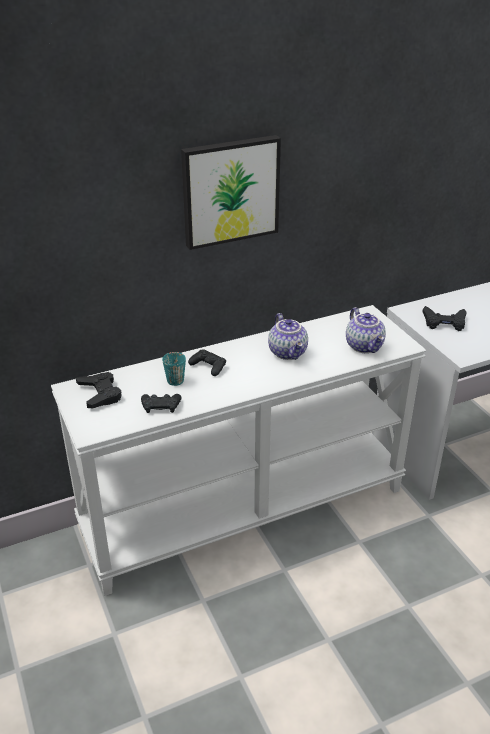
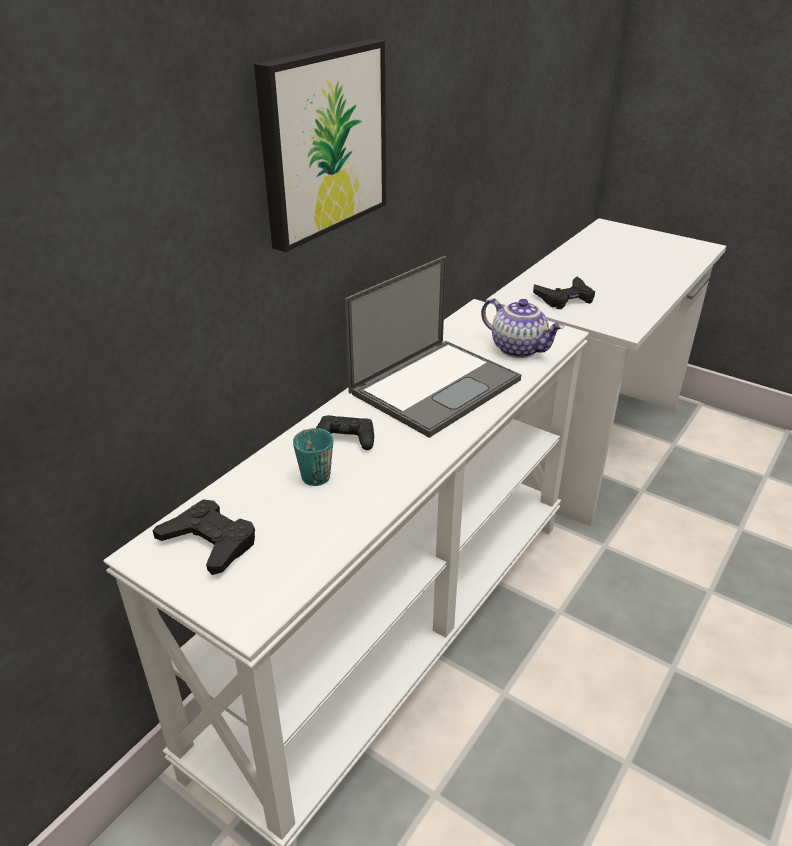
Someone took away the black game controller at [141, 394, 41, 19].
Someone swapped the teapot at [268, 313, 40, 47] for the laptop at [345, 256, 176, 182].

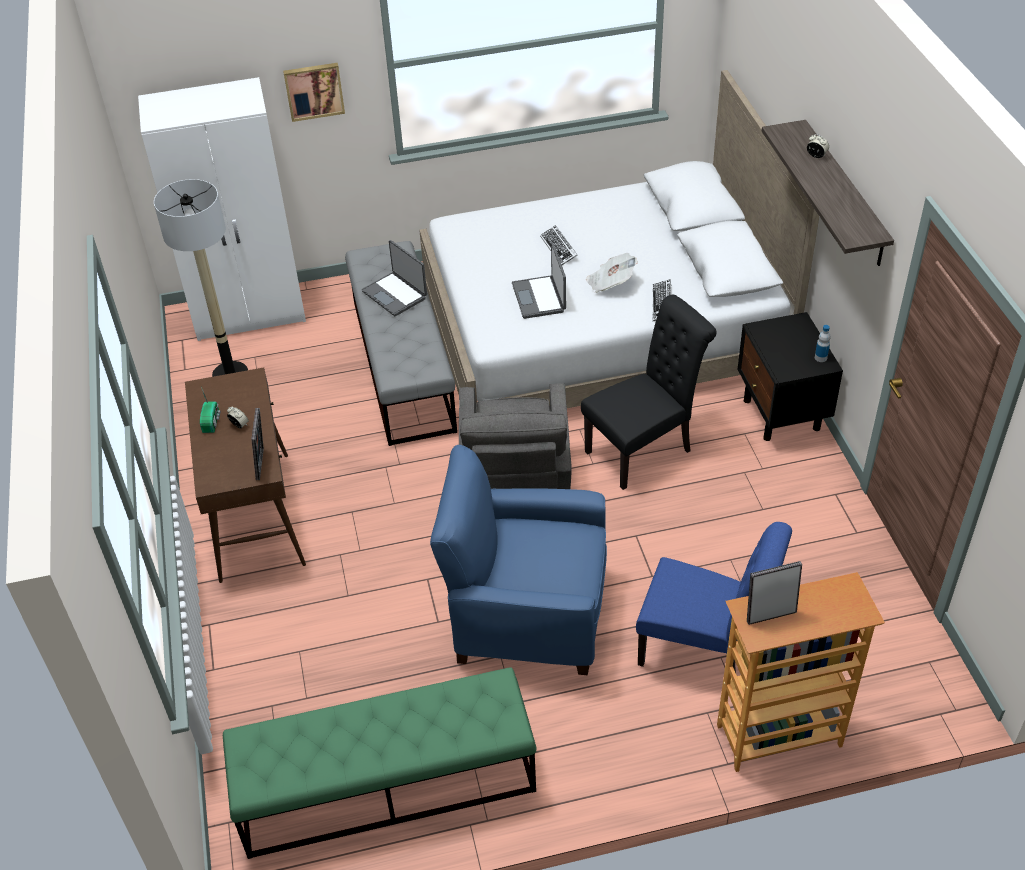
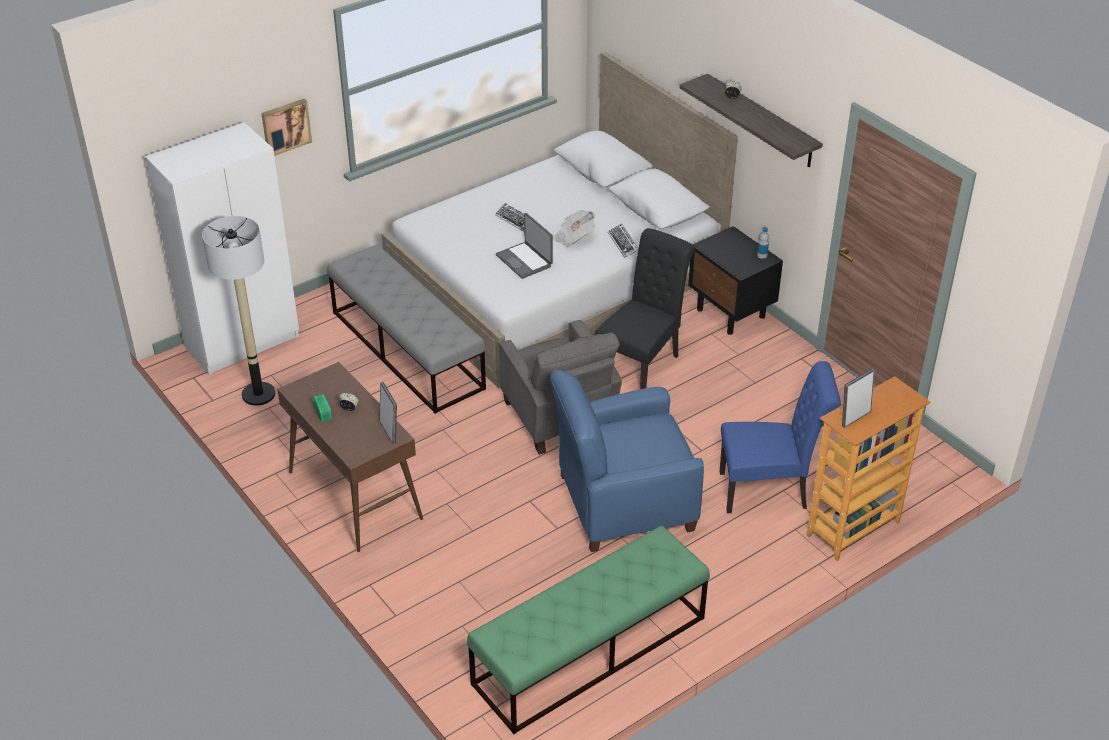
Someone took away the laptop at [362, 240, 65, 76].

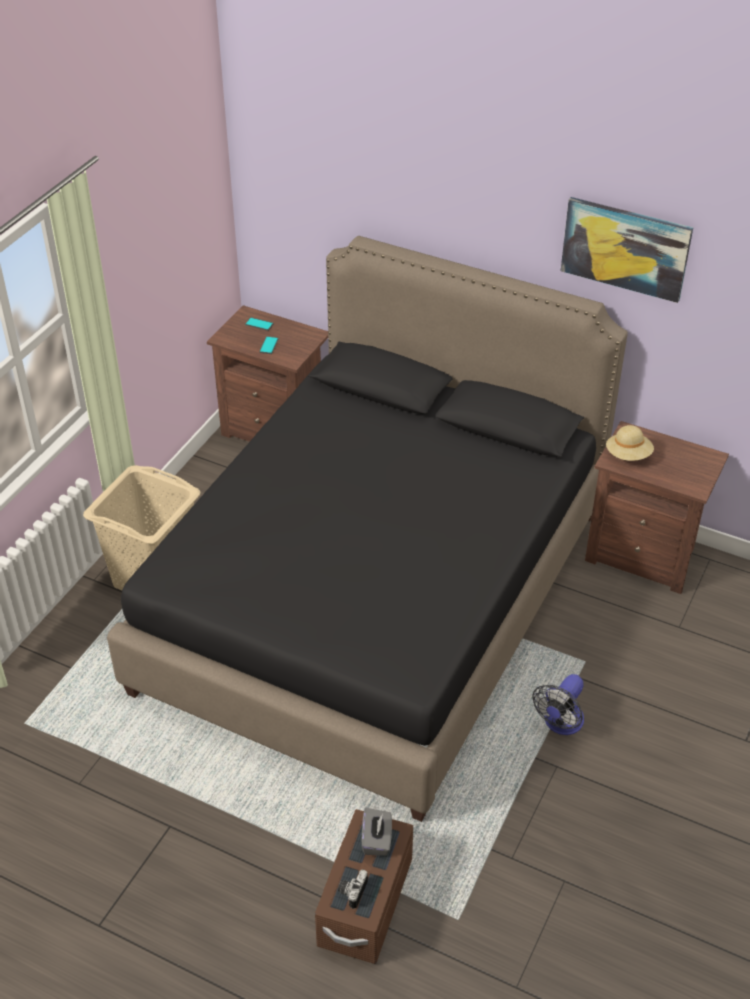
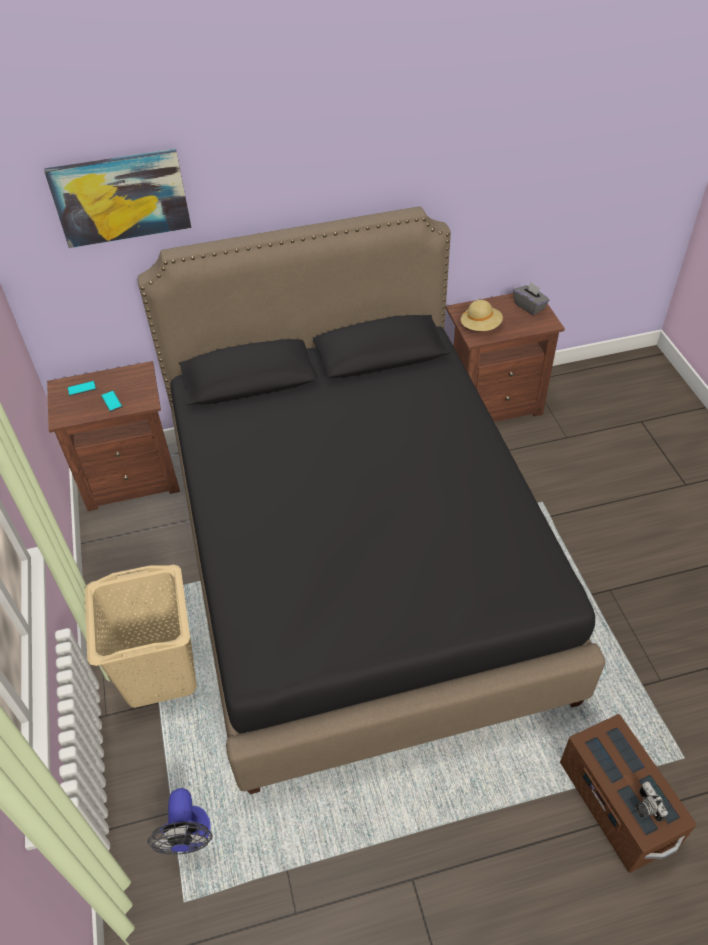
Someone carried the grey tissue box from [362, 808, 30, 48] to [513, 282, 36, 33].
Someone carried the fan from [532, 674, 52, 61] to [147, 788, 66, 67].
Someone carried the picture from [561, 197, 132, 106] to [44, 149, 147, 99].

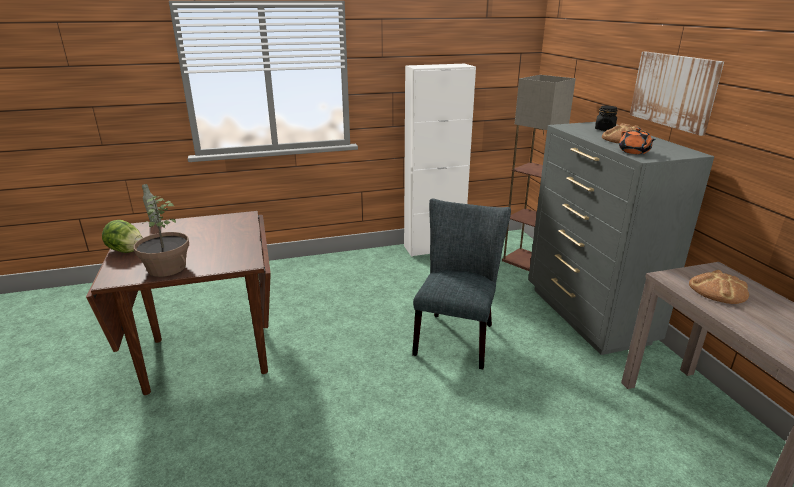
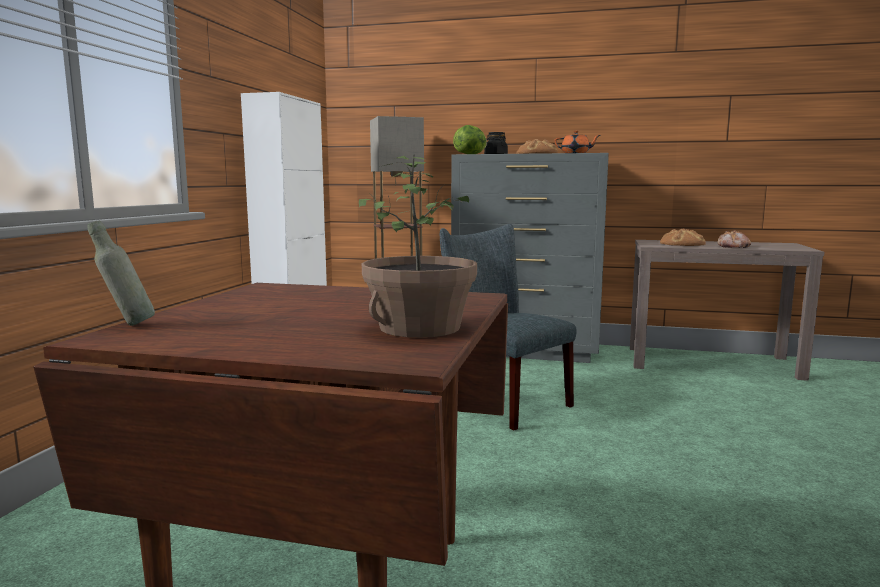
Someone carried the lettuce from [102, 220, 41, 33] to [453, 125, 34, 29].
Someone took away the picture at [630, 52, 94, 84].
Someone put down the bread at [718, 230, 33, 18].

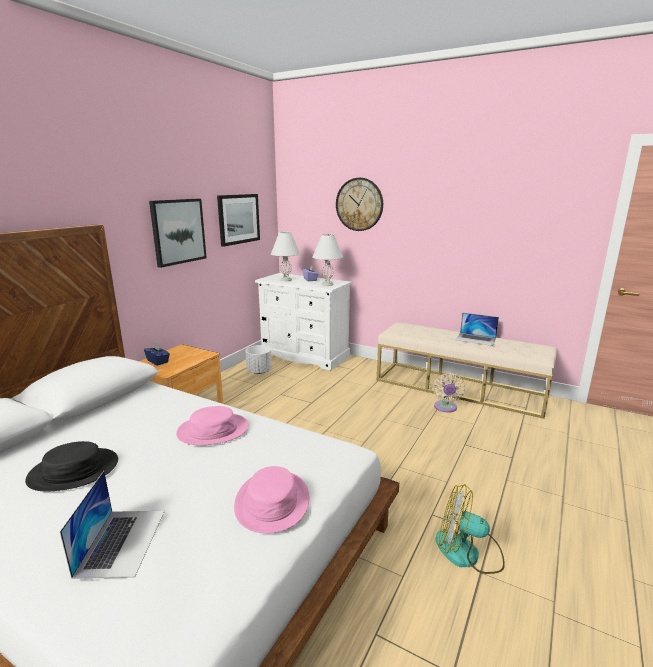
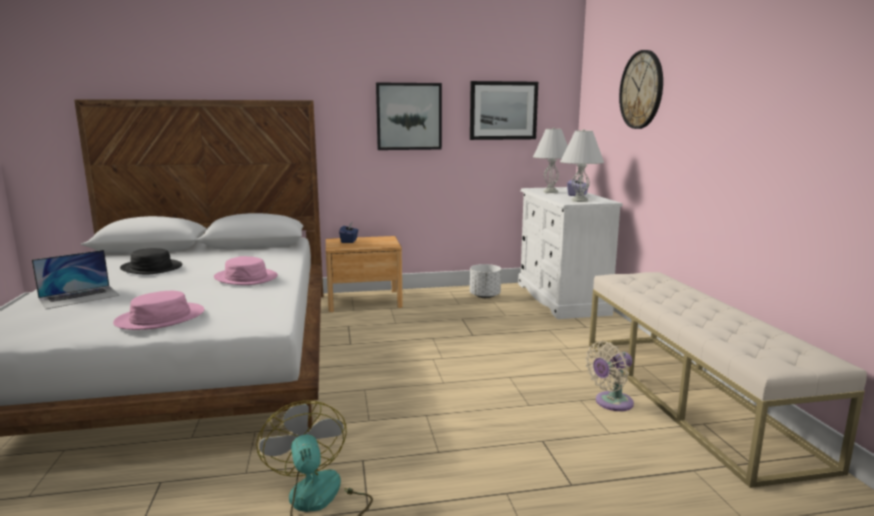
Someone took away the laptop at [455, 312, 44, 34].

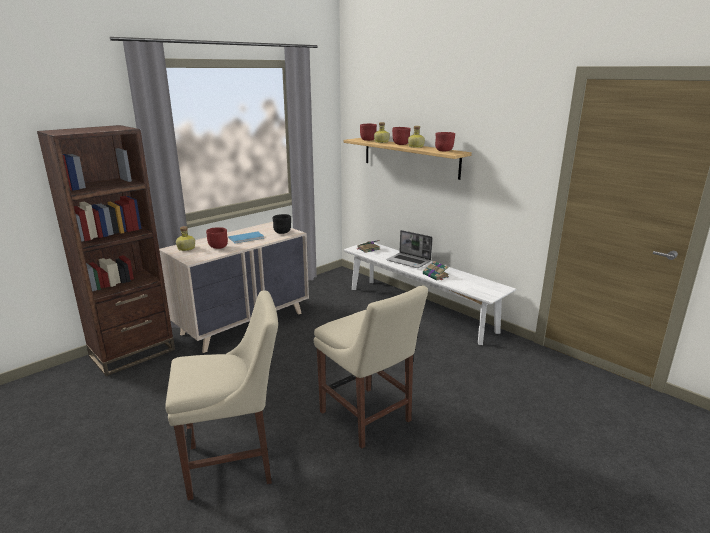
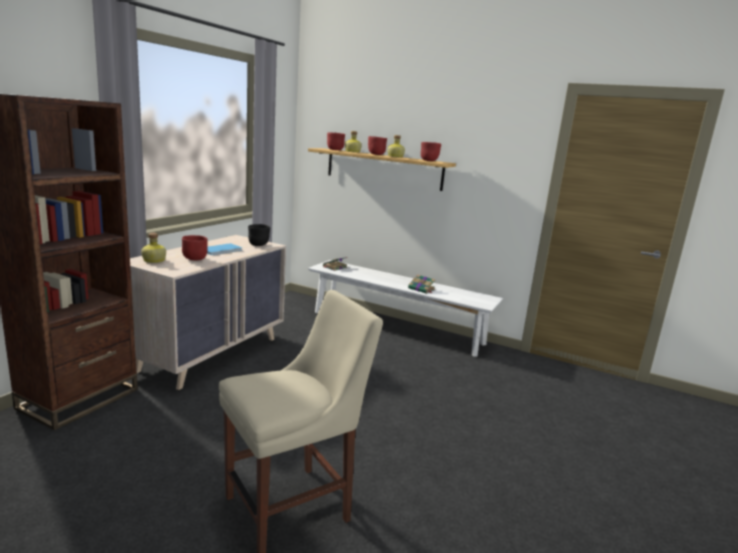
Someone took away the beige chair at [314, 285, 114, 164].
Someone took away the laptop at [386, 230, 47, 38].

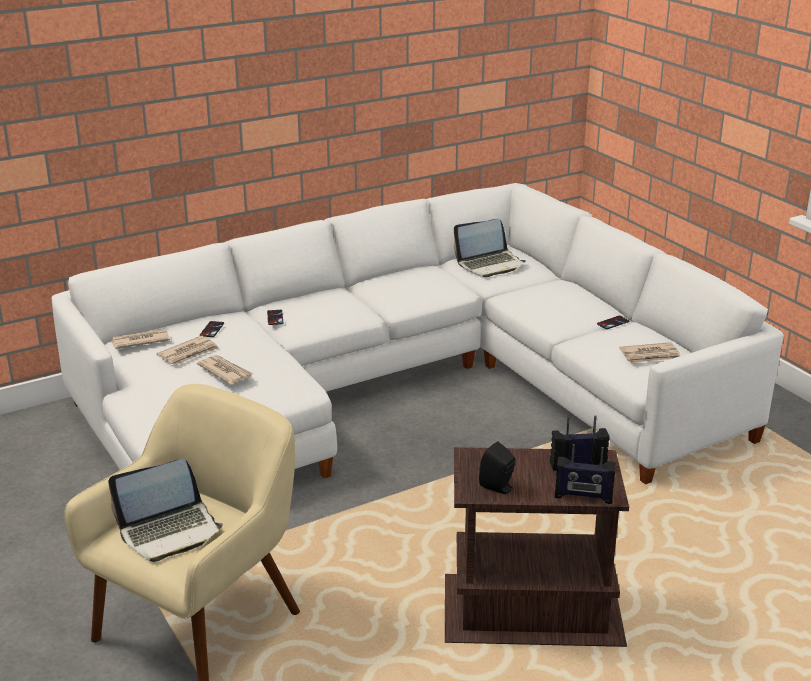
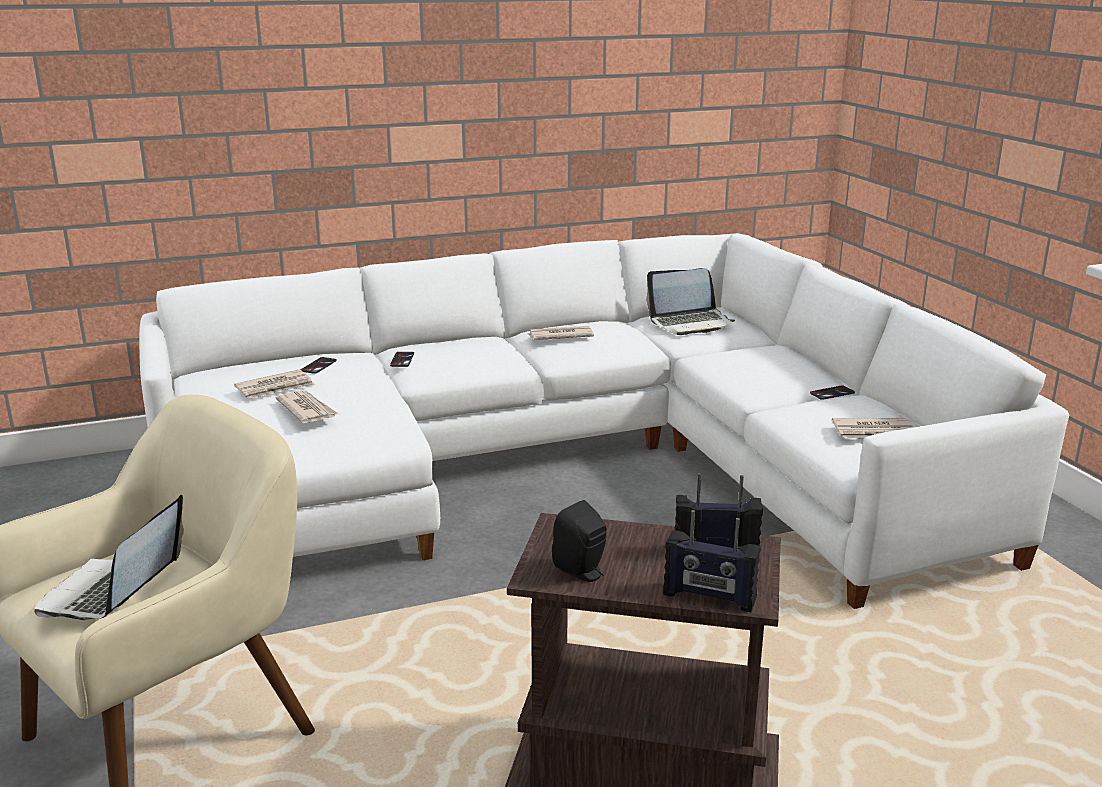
Someone rotated the laptop at [108, 459, 115, 103] by 120 degrees clockwise.
Someone carried the newspaper from [111, 329, 59, 20] to [528, 326, 66, 14].

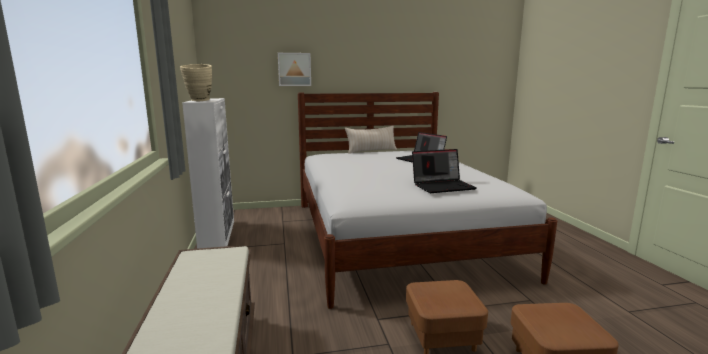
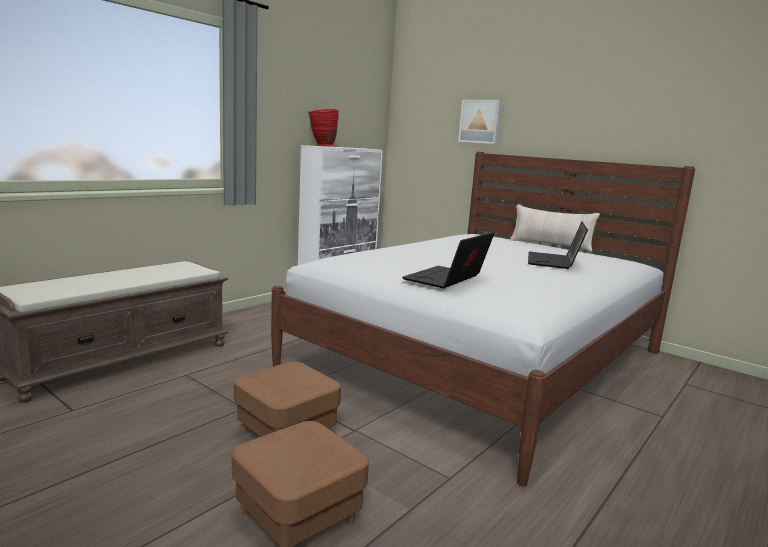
Someone repainted the beige vase at [180, 64, 32, 37], which became the red vase at [308, 109, 30, 37].
Someone rotated the laptop at [412, 149, 65, 44] by 90 degrees clockwise.

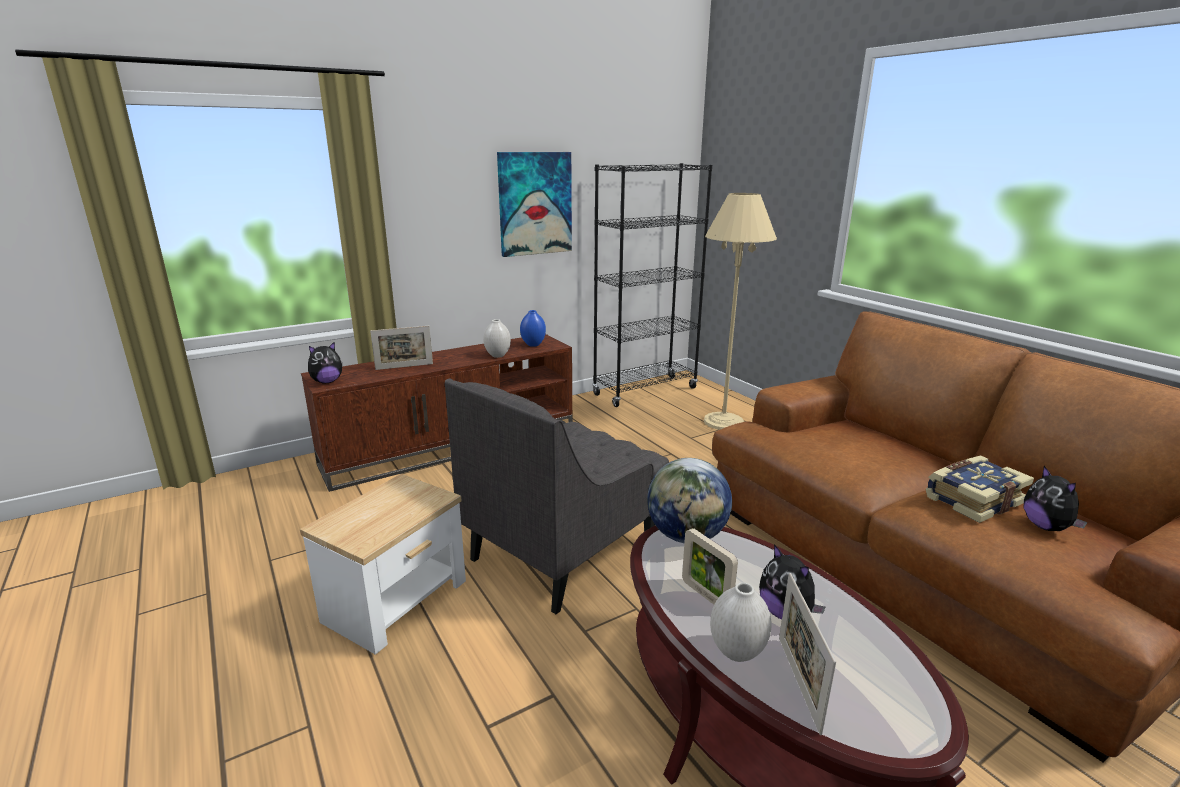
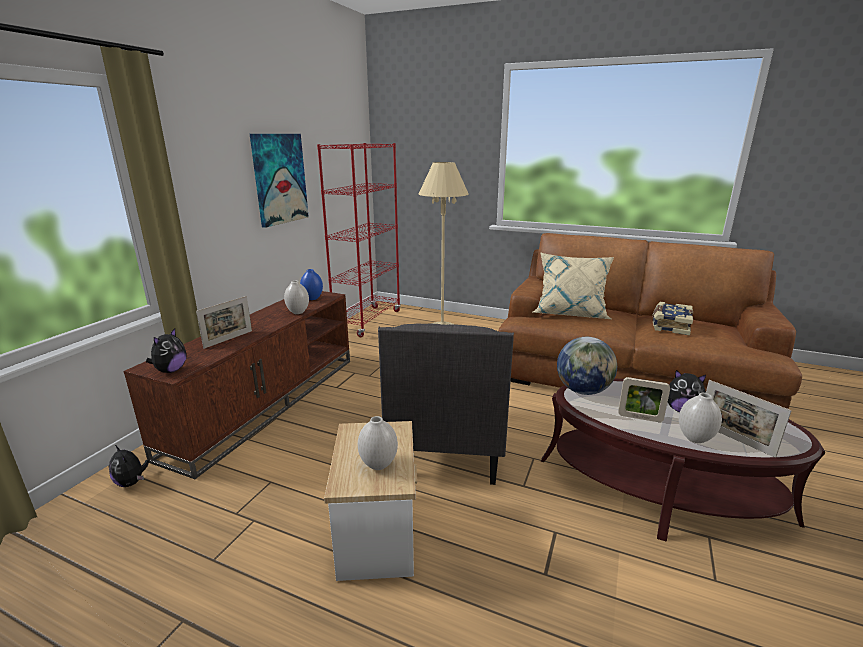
Someone repainted the black bookcase at [592, 163, 120, 244], which became the red bookcase at [317, 143, 84, 194].
Someone carried the plush toy from [1024, 466, 64, 65] to [109, 445, 40, 42].
Someone put down the white vase at [358, 416, 40, 54].
Someone put down the beige pillow at [533, 252, 81, 67].

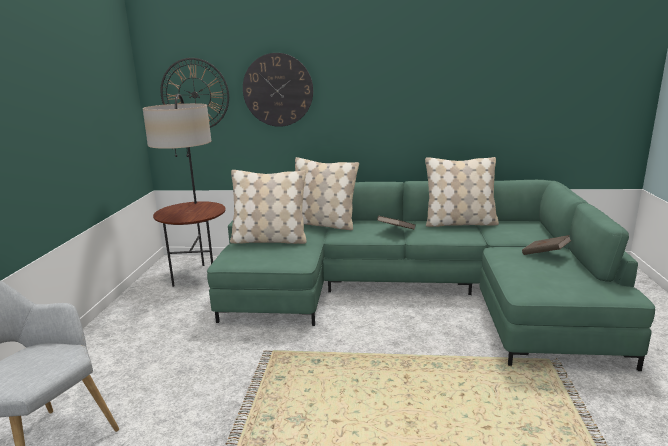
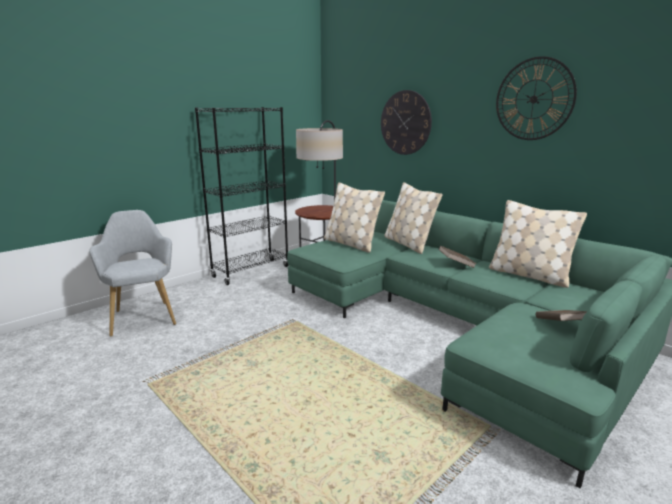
Someone carried the wall clock from [161, 58, 68, 70] to [496, 56, 81, 84].
Someone put down the black bookcase at [195, 107, 93, 178].

